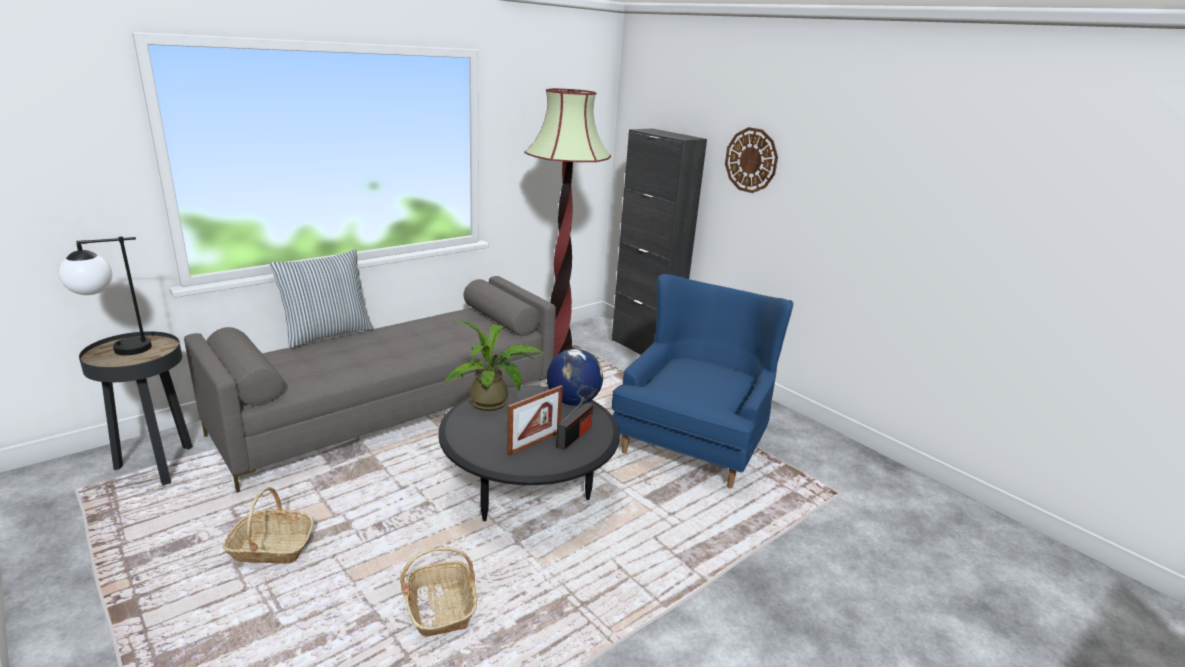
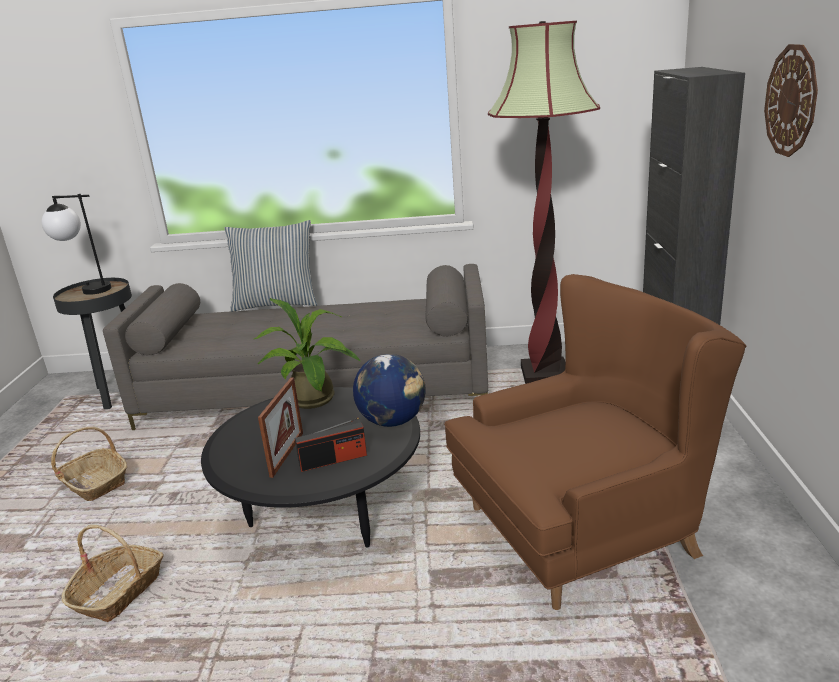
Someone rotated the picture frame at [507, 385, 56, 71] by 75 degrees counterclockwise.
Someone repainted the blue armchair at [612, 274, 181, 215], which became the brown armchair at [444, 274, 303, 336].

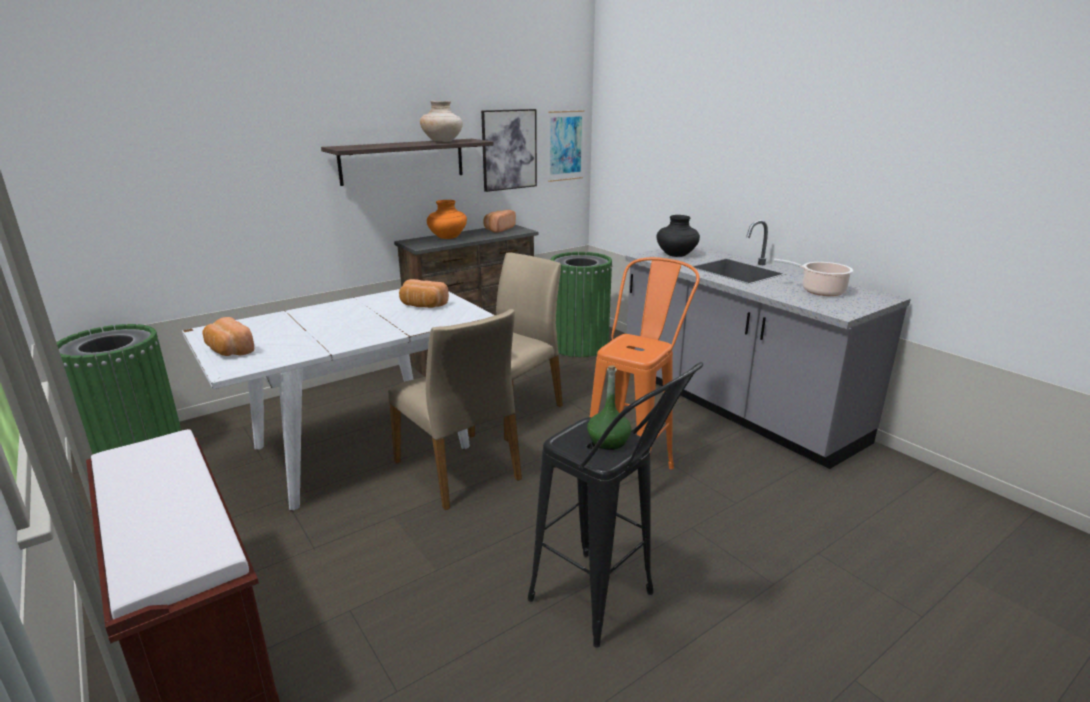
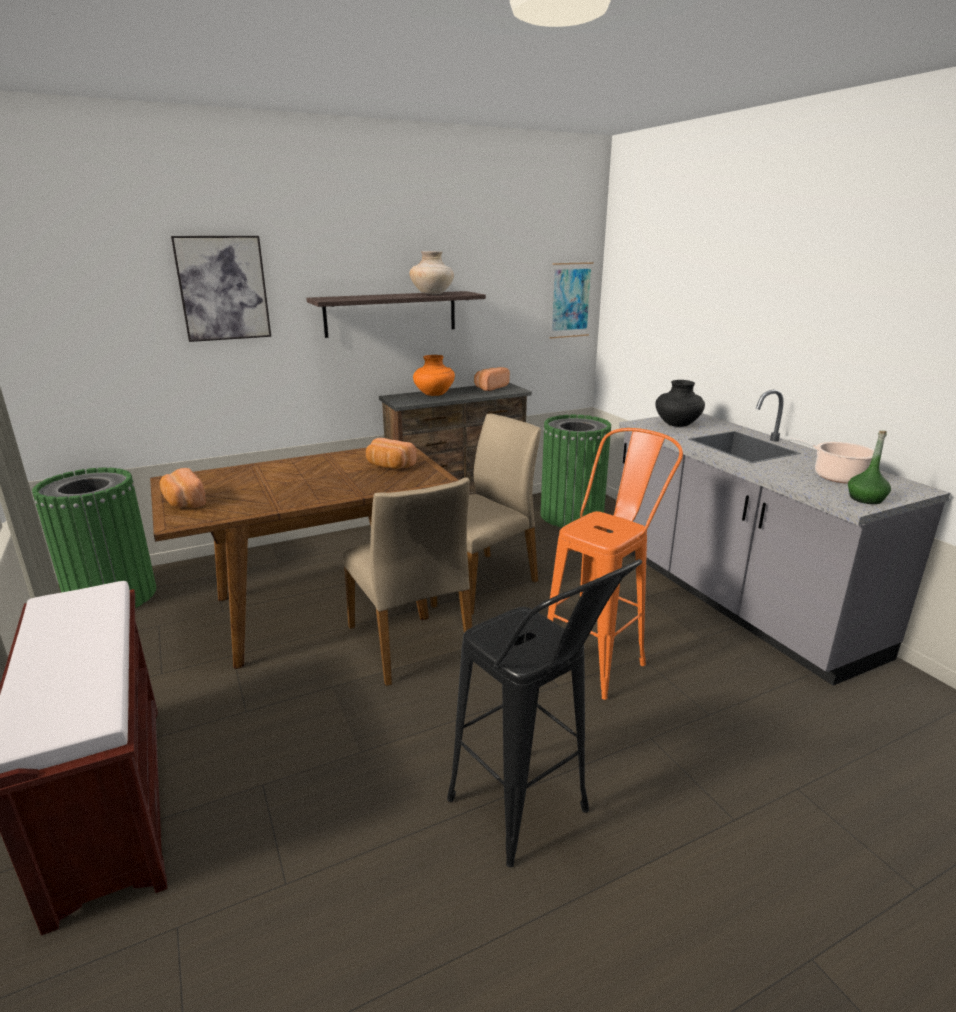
Someone repainted the white dining table at [182, 289, 313, 222], which became the brown dining table at [150, 442, 309, 227].
Someone carried the picture from [481, 109, 56, 83] to [171, 236, 100, 106].
Someone carried the green bottle from [587, 365, 44, 85] to [848, 431, 43, 73].

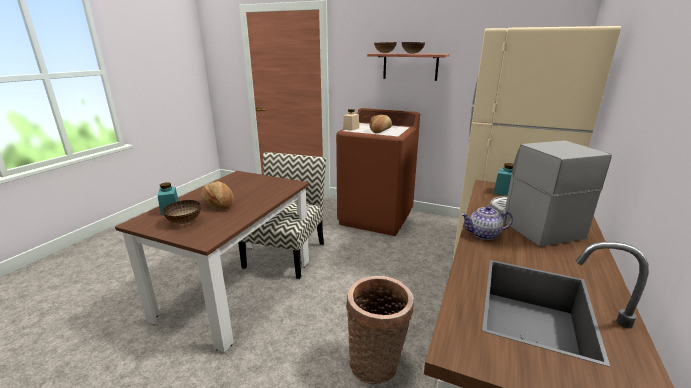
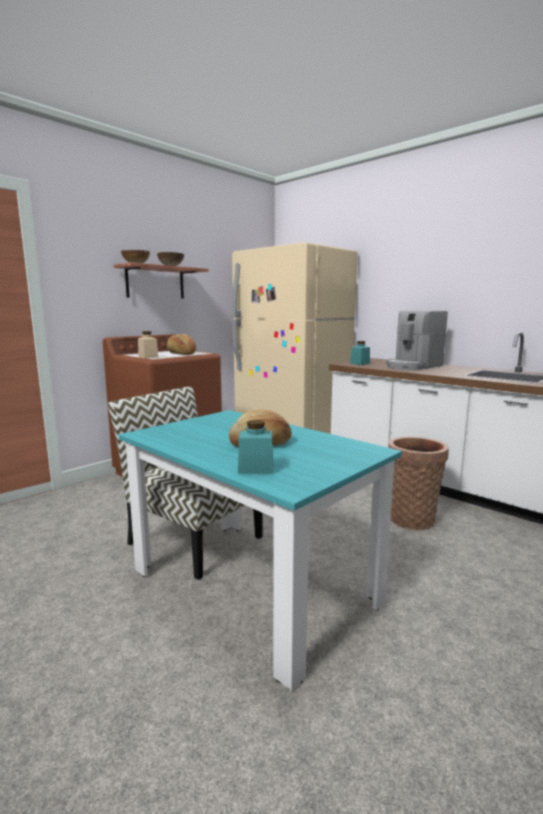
Someone repainted the brown dining table at [115, 171, 194, 181], which became the turquoise dining table at [119, 410, 283, 281].
Someone took away the bowl at [162, 200, 39, 24].
Someone took away the teapot at [461, 206, 52, 34].
Someone rotated the coffee machine at [490, 140, 122, 107] by 45 degrees counterclockwise.

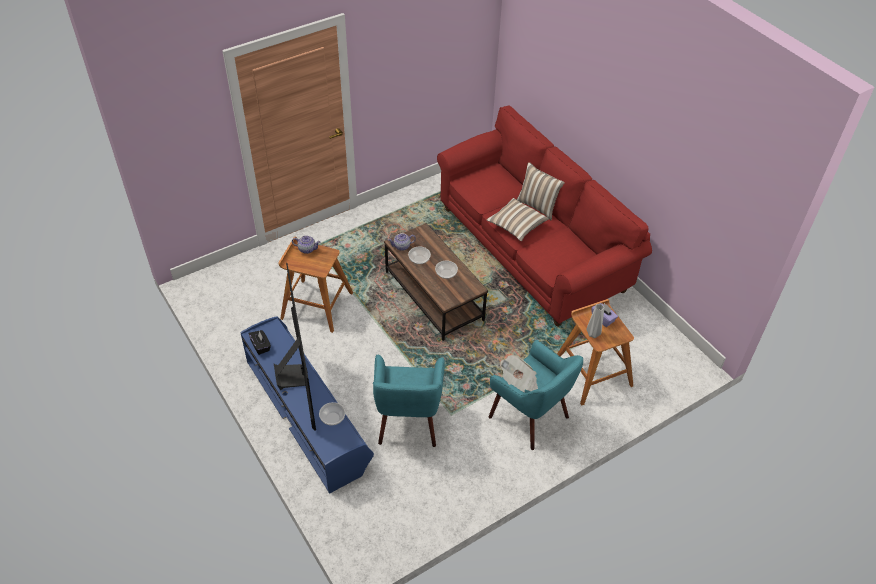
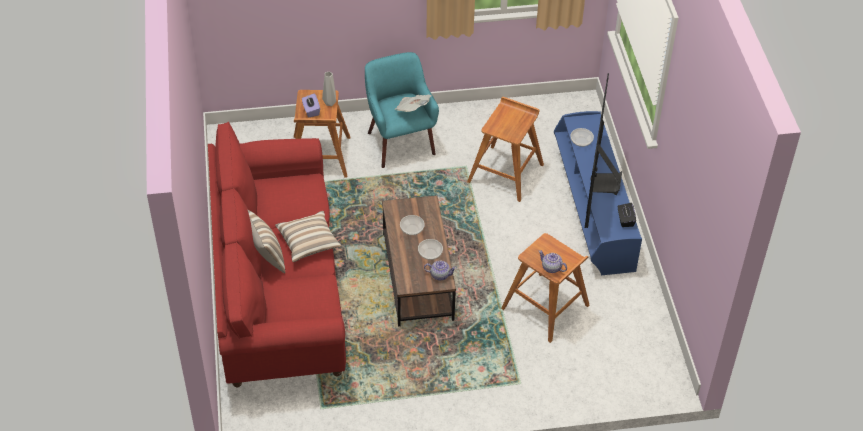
Someone swapped the turquoise armchair at [373, 355, 72, 92] for the brown stool at [467, 97, 77, 105].

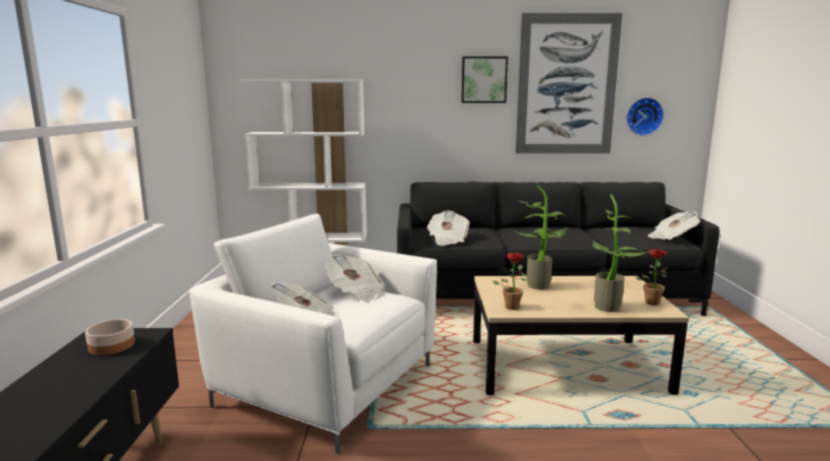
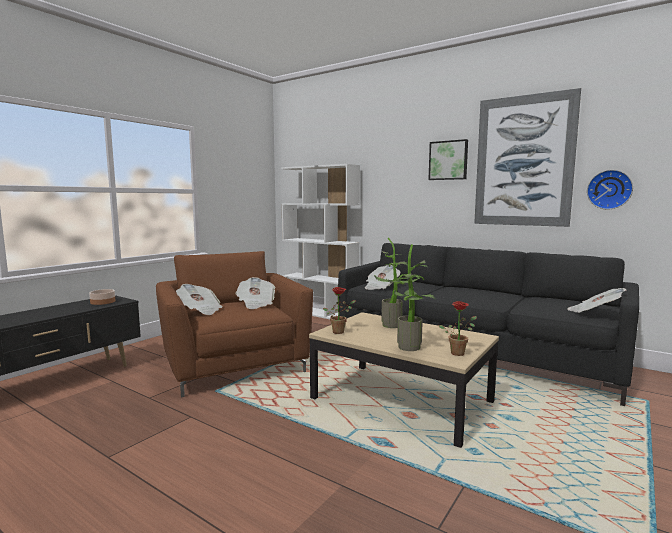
Someone repainted the white armchair at [189, 214, 248, 240], which became the brown armchair at [156, 251, 157, 146].

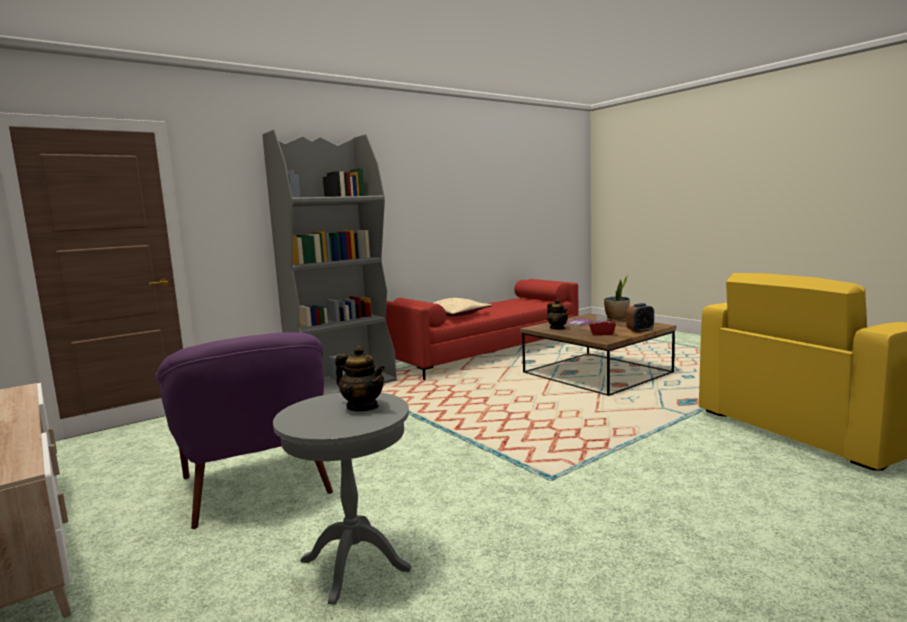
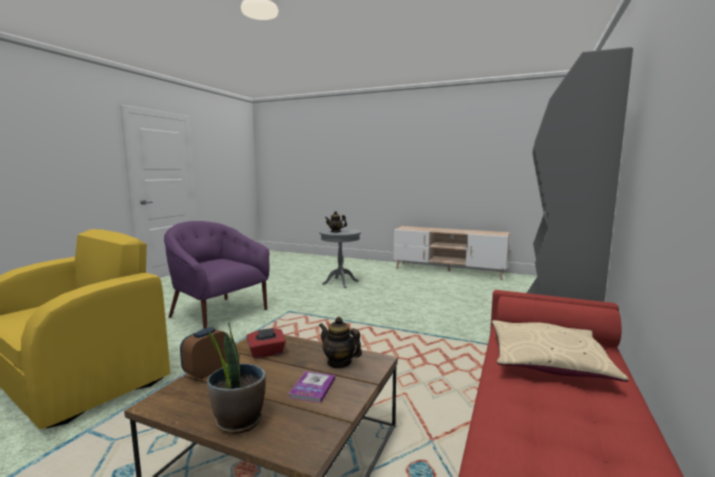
Someone carried the purple armchair from [155, 332, 178, 197] to [164, 221, 106, 108].

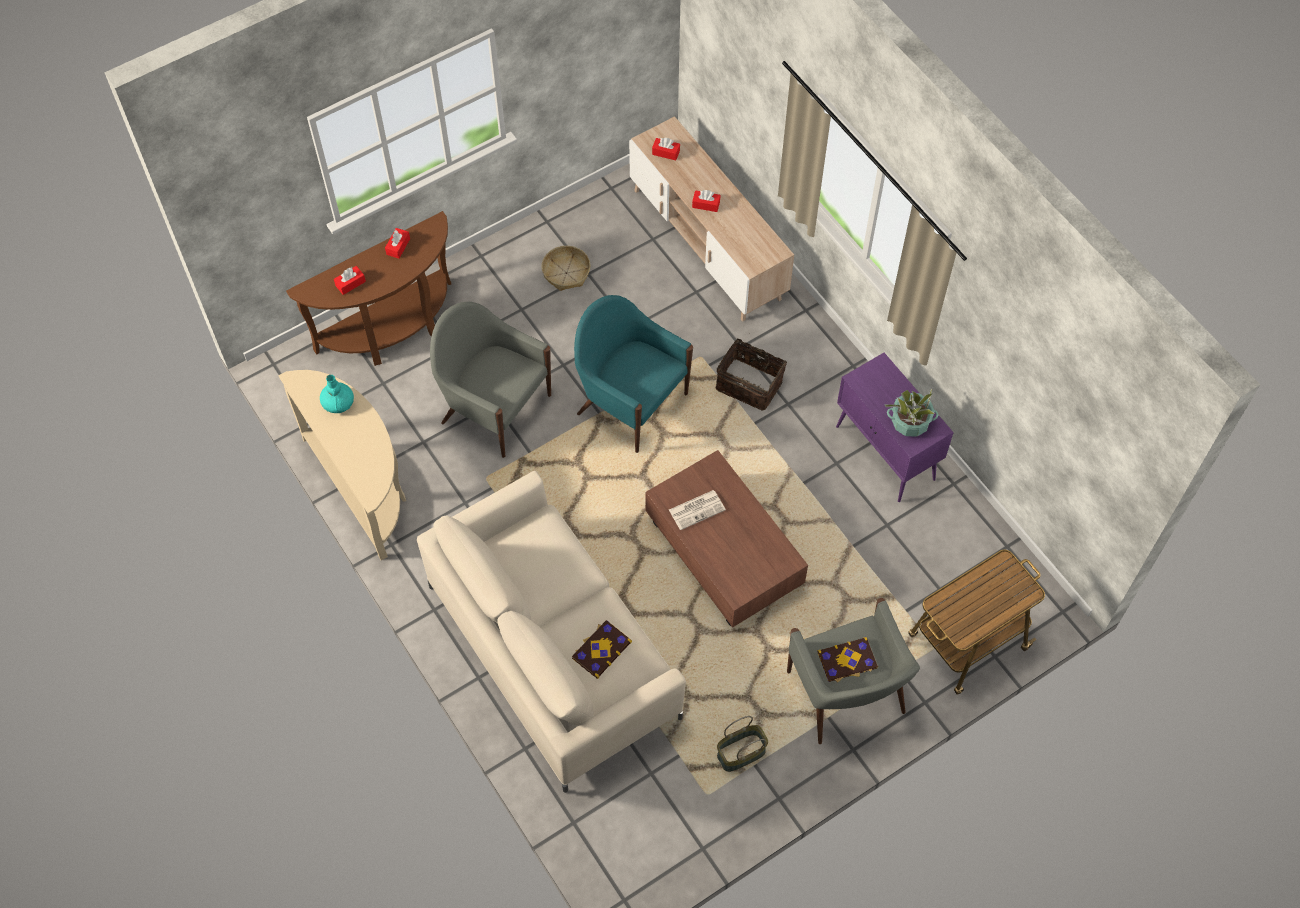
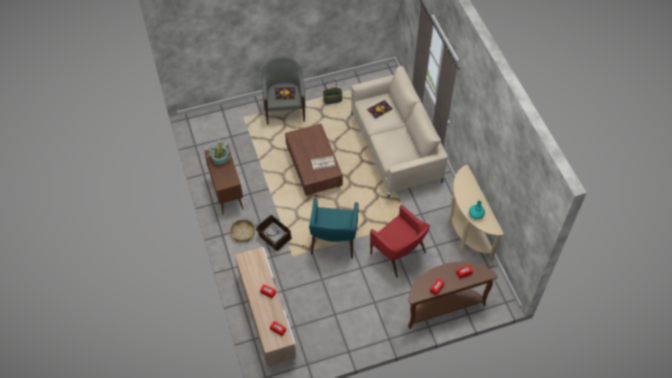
Someone repainted the grey armchair at [430, 302, 121, 156], which became the red armchair at [370, 205, 60, 73].
Someone carried the basket from [542, 246, 48, 45] to [230, 219, 25, 23].
Someone rotated the turquoise armchair at [574, 295, 119, 158] by 45 degrees clockwise.
Someone repainted the purple cabinet at [836, 353, 118, 149], which became the brown cabinet at [204, 145, 39, 70].
Someone took away the cart at [908, 549, 137, 146].

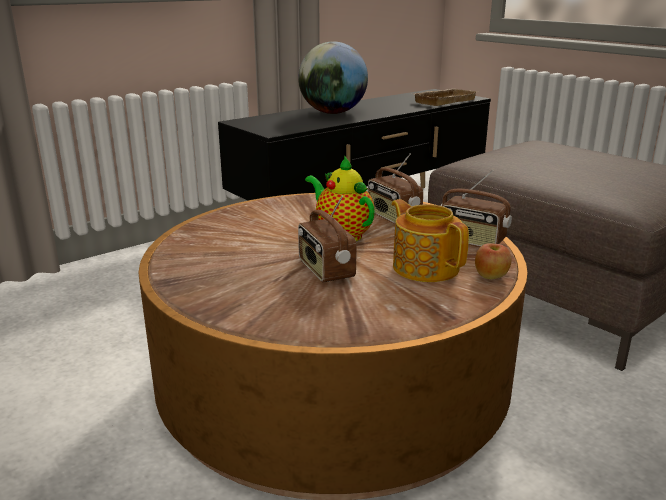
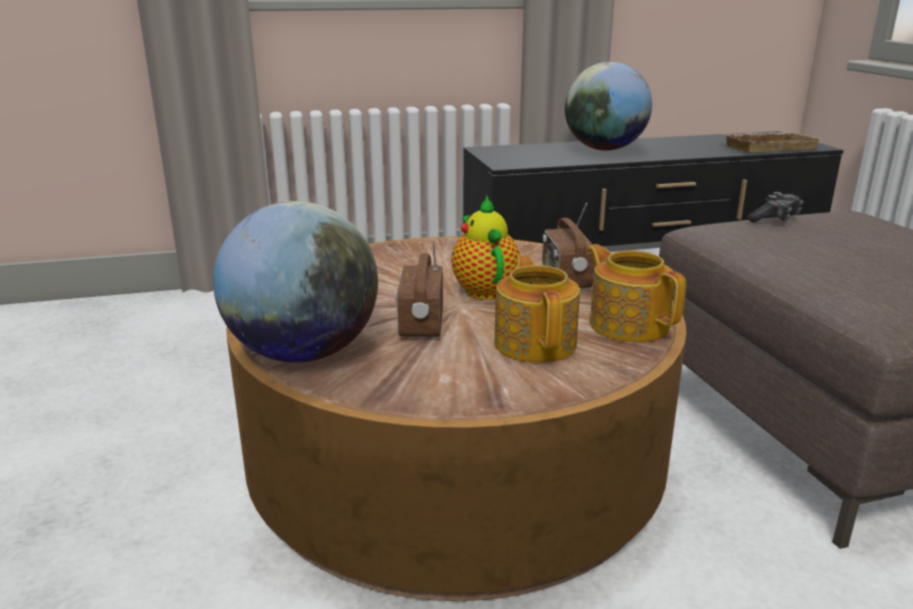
Someone swapped the radio at [440, 170, 72, 77] for the teapot at [587, 244, 99, 98].
Someone took away the apple at [475, 243, 36, 36].
Someone put down the globe at [213, 201, 165, 162].
Someone put down the game controller at [747, 192, 56, 31].

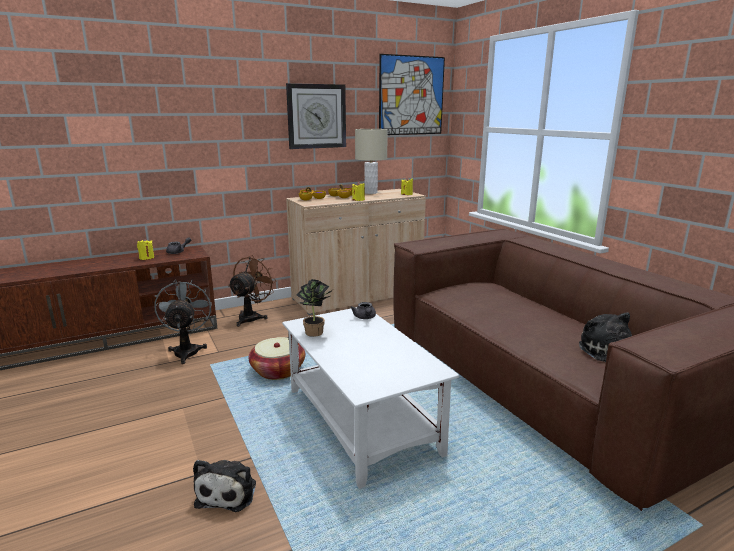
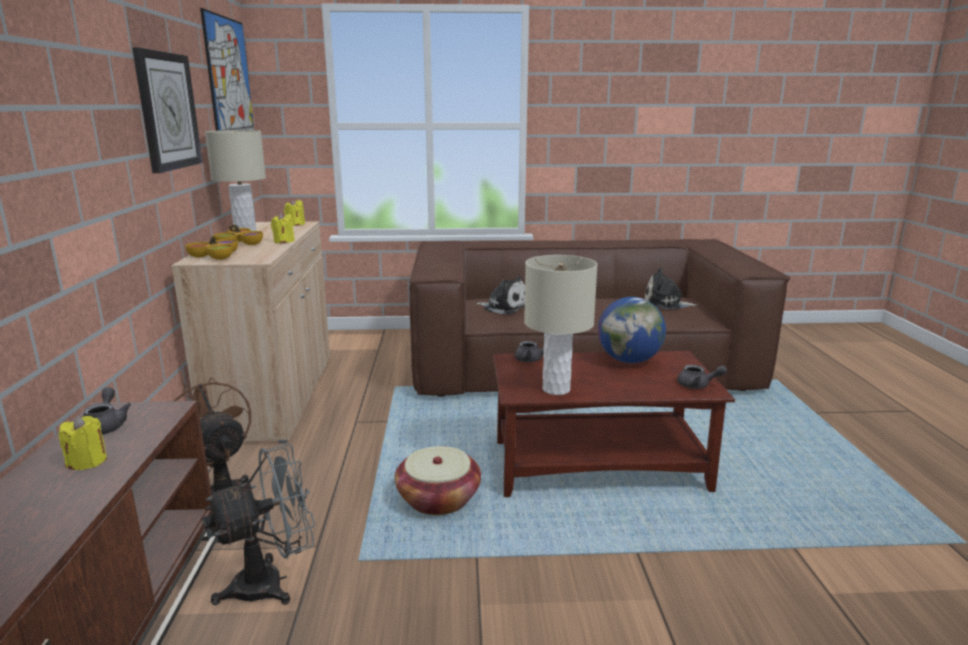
Someone rotated the grey fan at [154, 280, 58, 84] by 135 degrees clockwise.
Someone carried the plush toy from [193, 460, 63, 52] to [476, 276, 49, 38].
Someone repainted the white coffee table at [282, 307, 177, 182], which became the brown coffee table at [493, 351, 242, 146].
Someone swapped the potted plant at [296, 279, 36, 58] for the beige table lamp at [524, 255, 74, 140].
Someone put down the globe at [598, 297, 68, 66].
Someone put down the grey teapot at [677, 365, 50, 24].

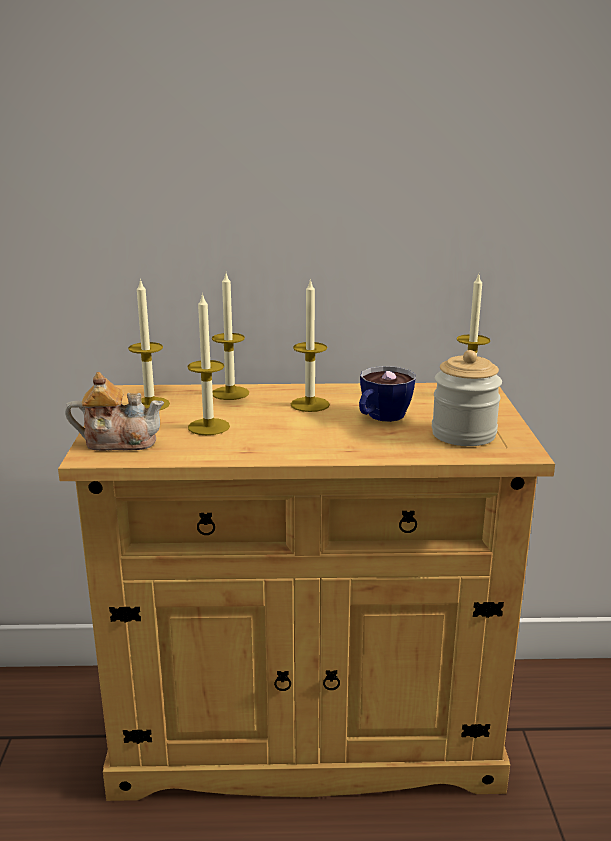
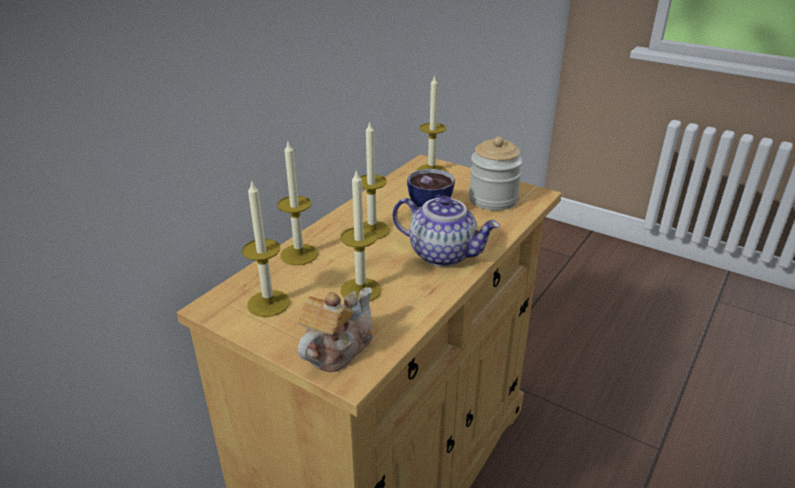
Someone put down the teapot at [392, 196, 108, 71].

